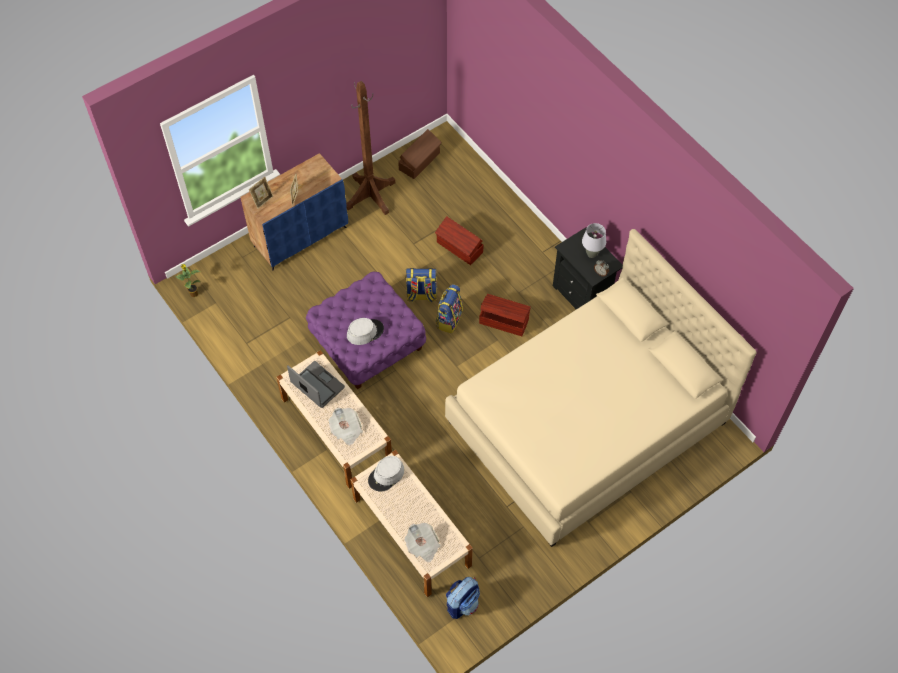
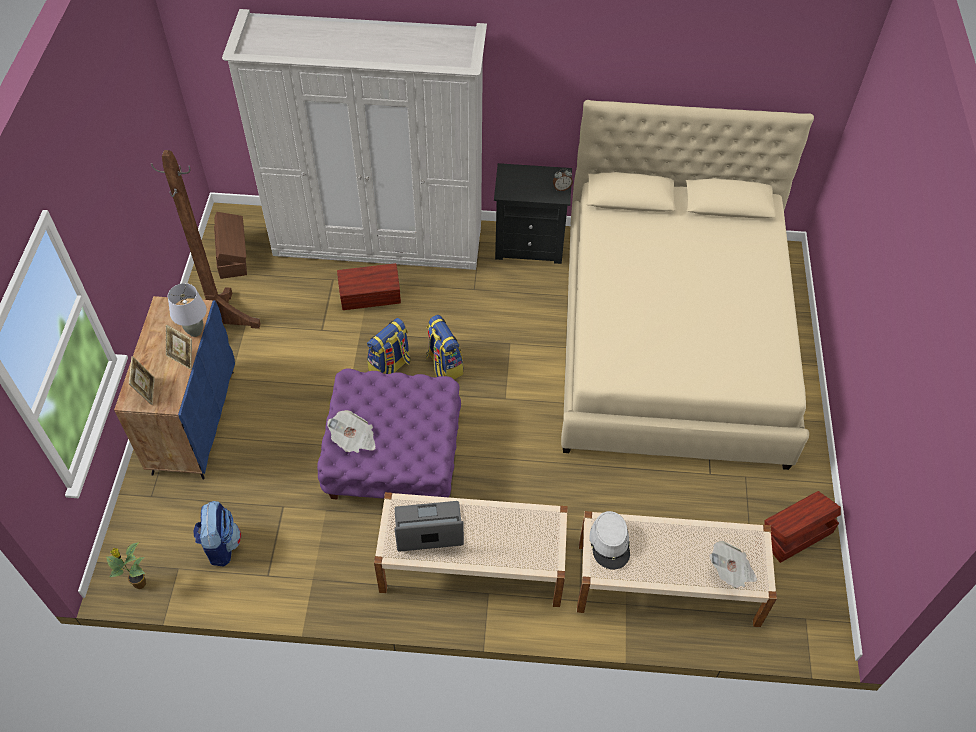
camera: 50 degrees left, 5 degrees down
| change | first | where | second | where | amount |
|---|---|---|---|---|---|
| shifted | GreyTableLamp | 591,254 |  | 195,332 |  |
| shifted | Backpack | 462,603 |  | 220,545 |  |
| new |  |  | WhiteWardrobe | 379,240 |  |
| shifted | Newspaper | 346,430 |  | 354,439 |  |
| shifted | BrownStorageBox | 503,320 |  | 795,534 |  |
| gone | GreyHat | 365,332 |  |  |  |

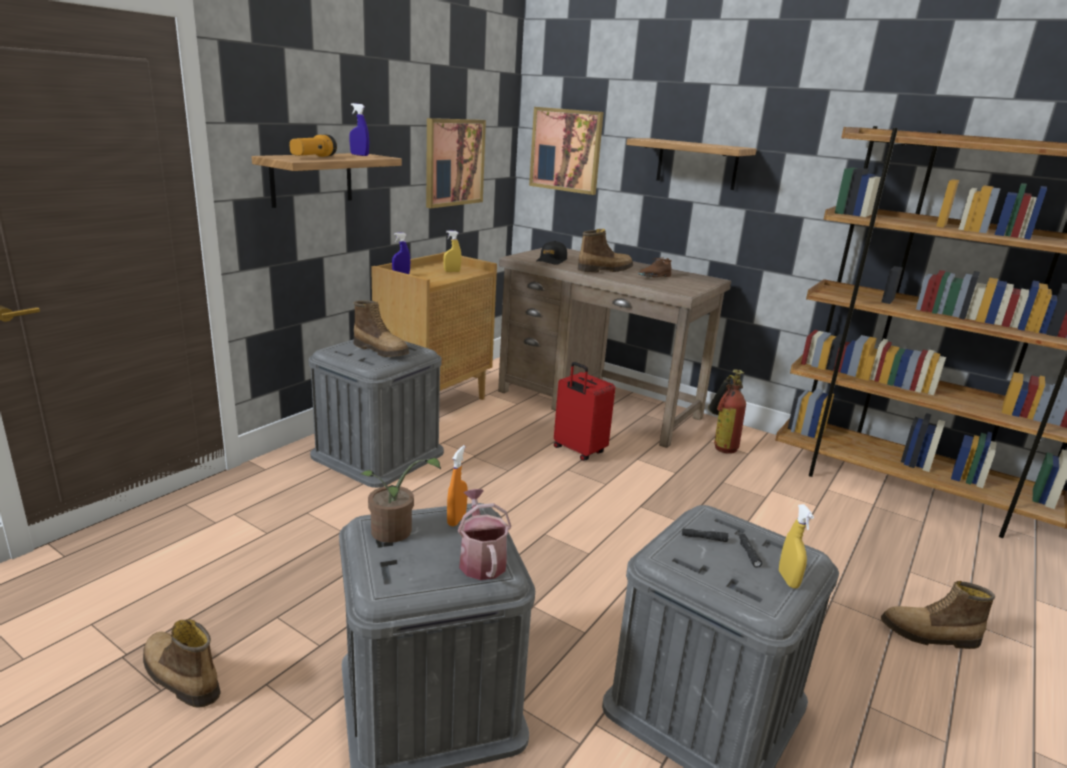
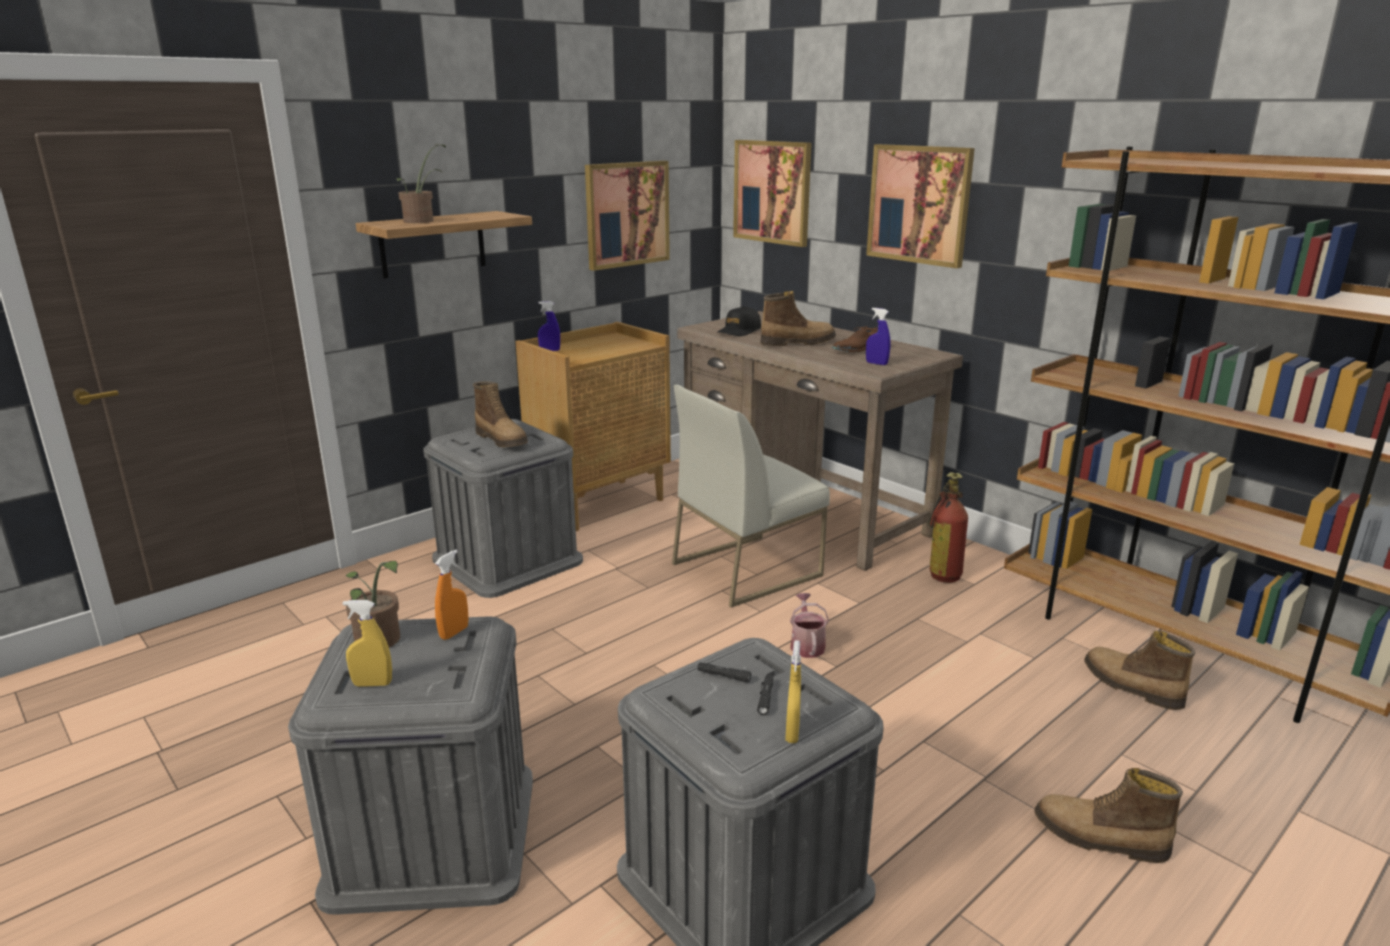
camera: 15 degrees right, 0 degrees up
| change | first | where | second | where | amount |
|---|---|---|---|---|---|
| shifted | YellowSprayBottle | 452,271 |  | 372,684 |  |
| swapped | Flashlight | 313,157 | PottedPlant | 423,221 |  |
| swapped | RedSuitcase | 578,451 | WhiteChair | 747,569 |  |
| shifted | WateringCan | 481,559 |  | 806,644 |  |
| swapped | Shelf | 697,164 | Picture | 919,204 |  |
| shifted | BlueSprayBottle | 359,155 |  | 876,363 |  |
| shifted | Boot | 179,677 |  | 1131,687 |  |

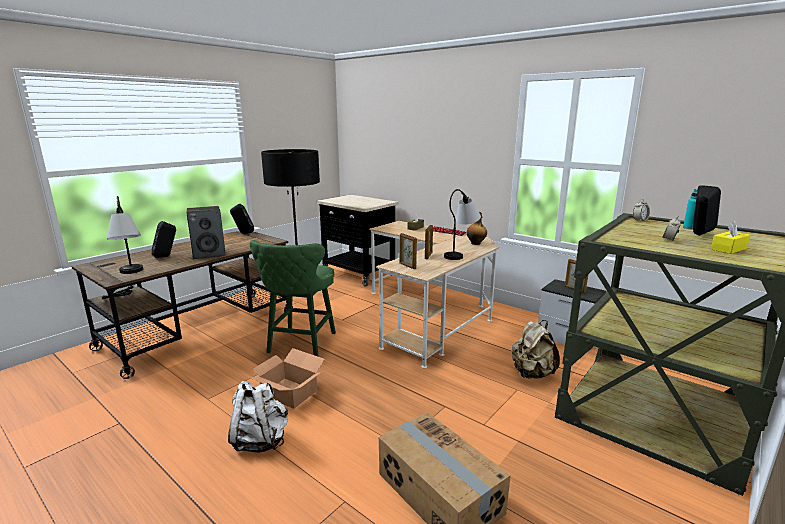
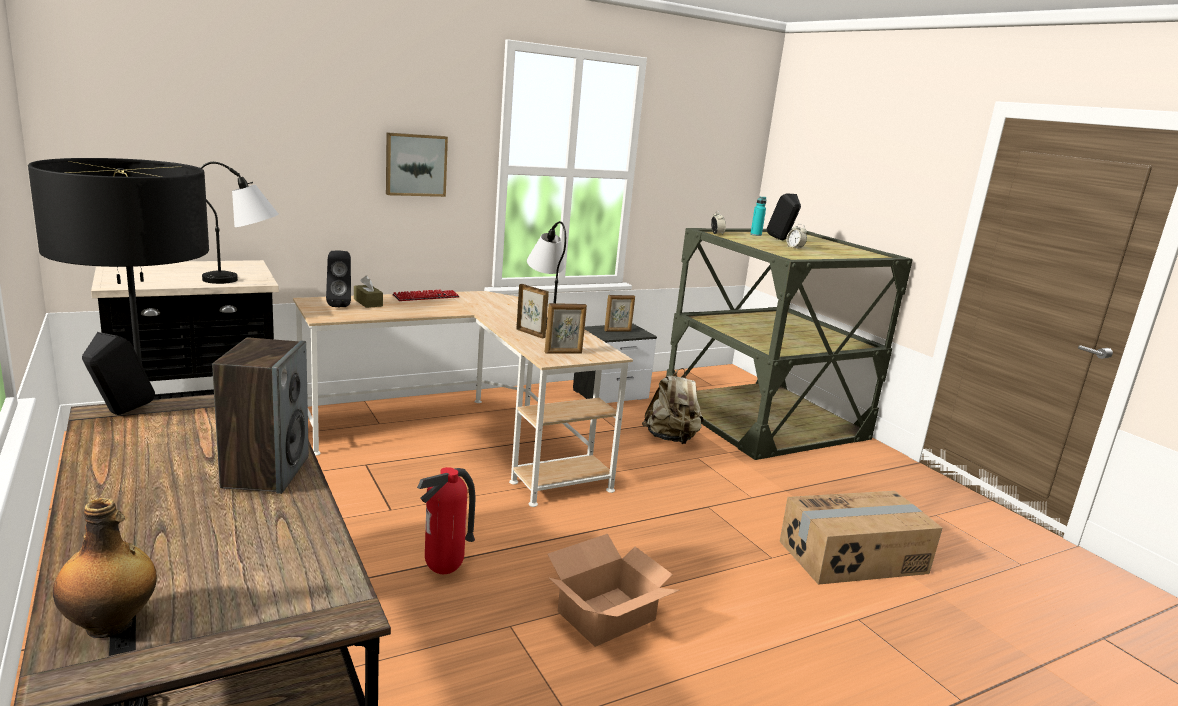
camera: 70 degrees left, 0 degrees up
| change | first | where | second | where | amount |
|---|---|---|---|---|---|
| shifted | Bottle | 476,243 |  | 111,625 |  |
| shifted | TableLamp | 131,274 |  | 243,281 |  |
| shifted | BlackSpeaker | 166,256 |  | 339,305 |  |
| new |  |  | Picture | 415,164 |  |
| swapped | GreenStool | 300,344 | FireExtinguisher | 444,571 |  |
| gone | WhiteBackpack | 260,440 |  |  |  |
| gone | YellowTissueBox | 728,249 |  |  |  |

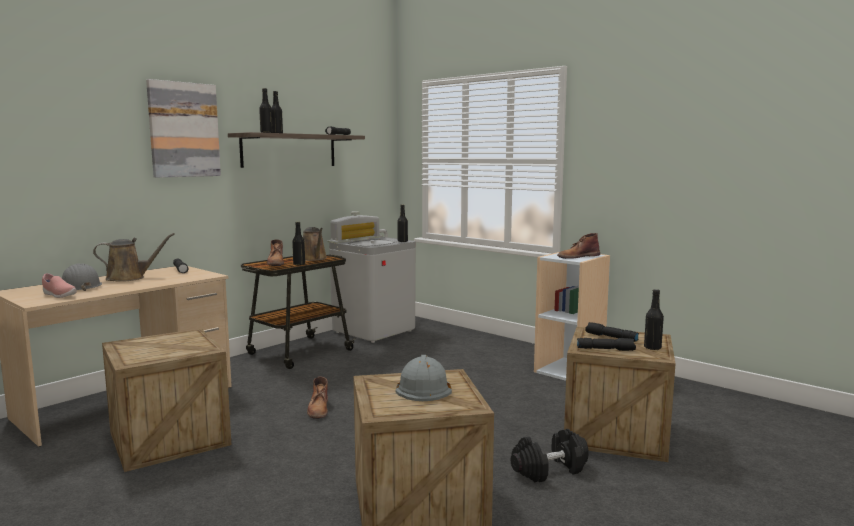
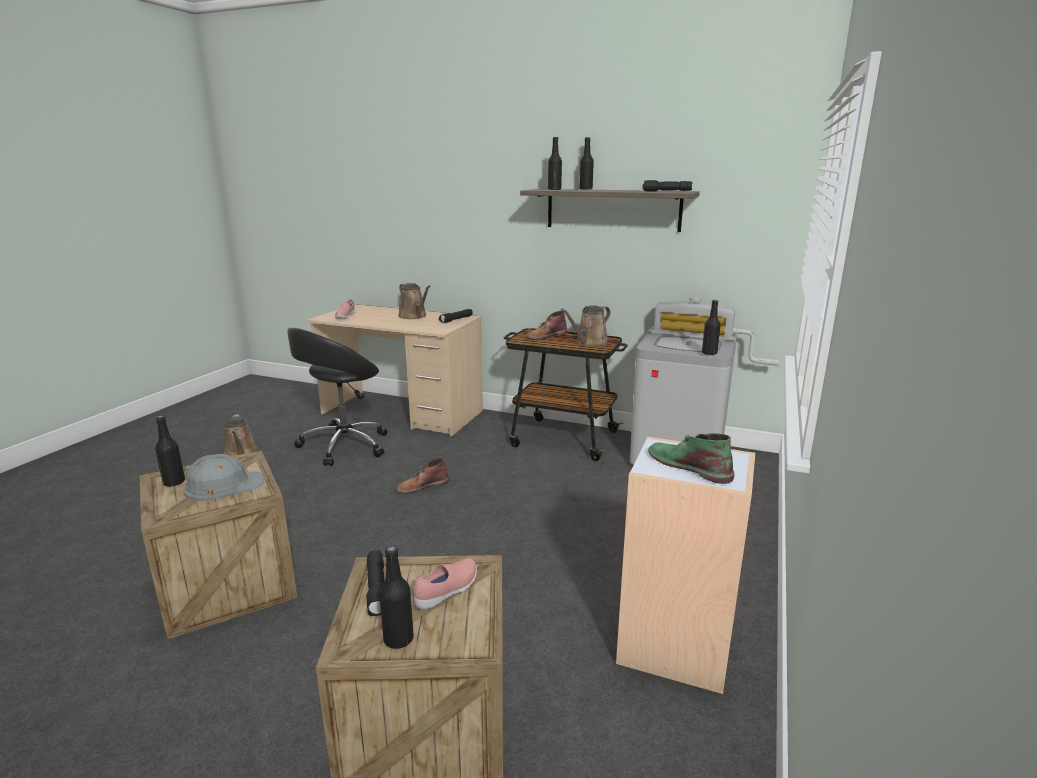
camera: 70 degrees right, 10 degrees up
| change | first | where | second | where | amount |
|---|---|---|---|---|---|
| shifted | BlackBottle | 299,264 |  | 174,482 |  |
| new |  |  | BrownWateringCan | 241,453 |  |
| swapped | Crate | 169,438 | BlackOfficeChair | 342,446 |  |
| swapped | BlackFlashlight | 610,337 | PinkShoe | 447,591 |  |
| repainted | BrownBoot | 578,256 | GreenBoot | 688,466 |  |
| gone | GreyHardHat | 80,286 |  |  |  |
| gone | Picture | 184,130 |  |  |  |
| gone | BlackDumbbell | 549,470 |  |  |  |

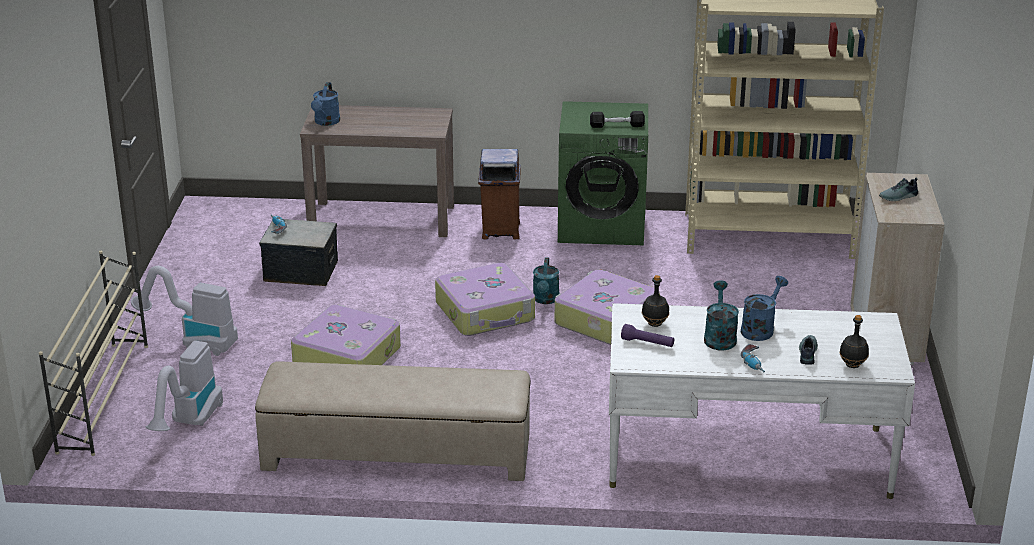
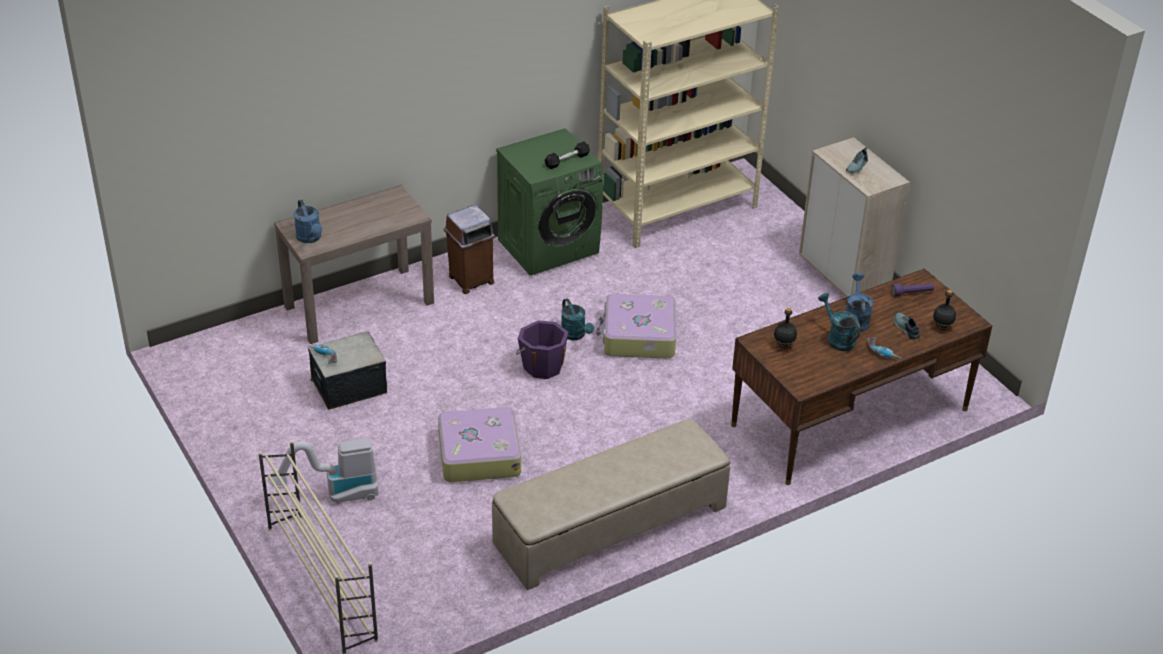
camera: 35 degrees left, 10 degrees up
| change | first | where | second | where | amount |
|---|---|---|---|---|---|
| swapped | Suitcase | 486,312 | PurpleBucket | 542,366 |  |
| repainted | WhiteDesk | 747,457 | BrownDesk | 850,417 |  |
| shifted | PurpleFlashlight | 647,343 |  | 912,293 |  |
| gone | VacuumCleaner | 189,424 |  |  |  |

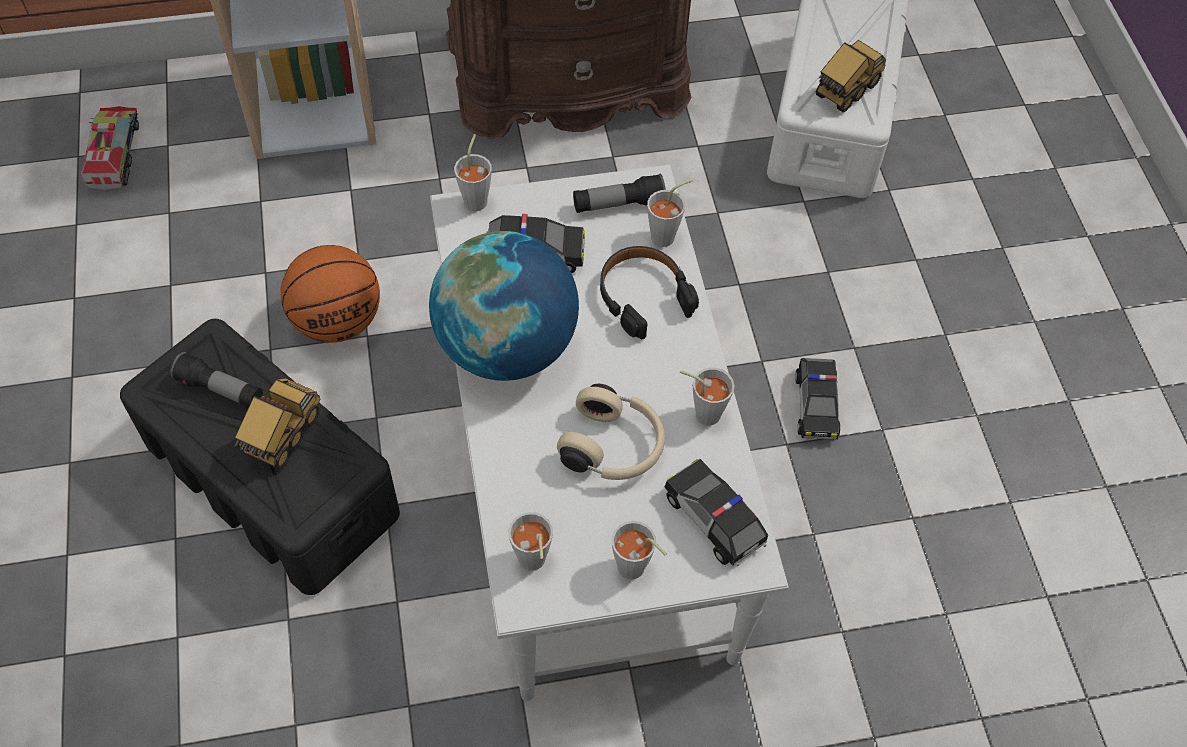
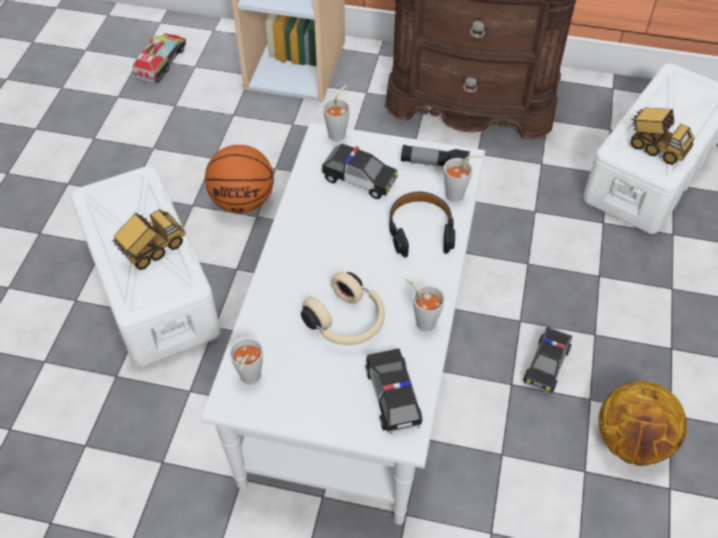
camera: 25 degrees right, 5 degrees down
| change | first | where | second | where | amount |
|---|---|---|---|---|---|
| repainted | BlackStorageBox | 271,478 | WhiteStorageBox | 151,284 |  |
| new |  |  | Basketball | 632,442 |  |
| rotated | ToyTruck | 845,91 |  | 655,148 | 60 degrees clockwise |
| gone | Flashlight | 220,390 |  |  |  |
| gone | Globe | 506,347 |  |  |  |
| gone | GreyCup | 635,571 |  |  |  |

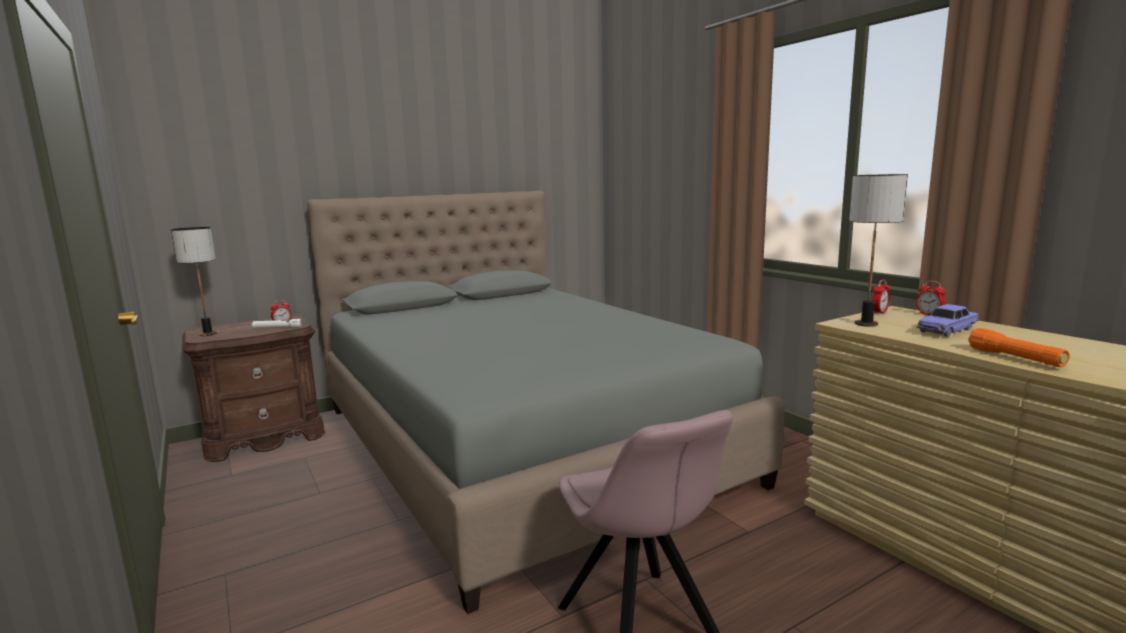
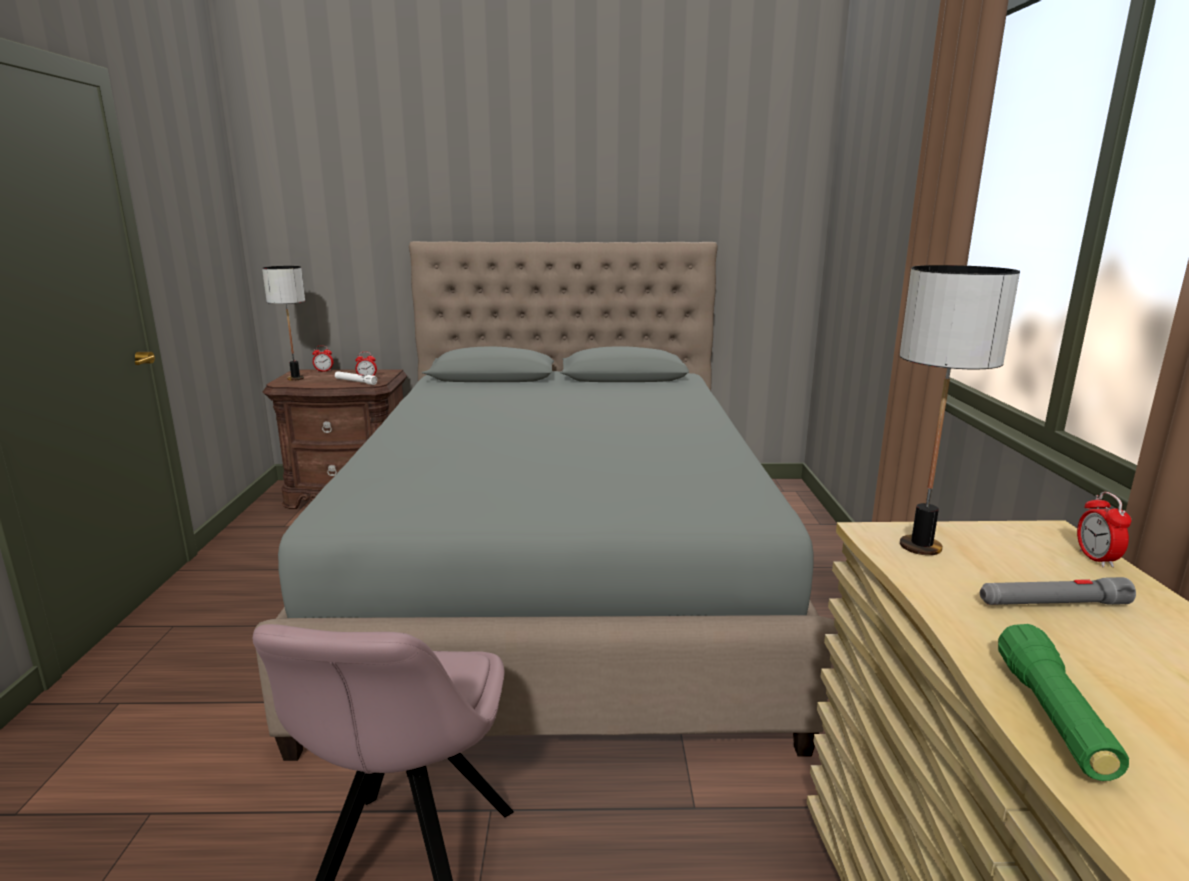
camera: 30 degrees right, 5 degrees up
| change | first | where | second | where | amount |
|---|---|---|---|---|---|
| shifted | AlarmClock | 879,313 |  | 324,371 |  |
| swapped | ToyCar | 947,330 | GreyFlashlight | 1052,604 |  |
| repainted | OrangeFlashlight | 1015,358 | GreenFlashlight | 1053,717 |  |

